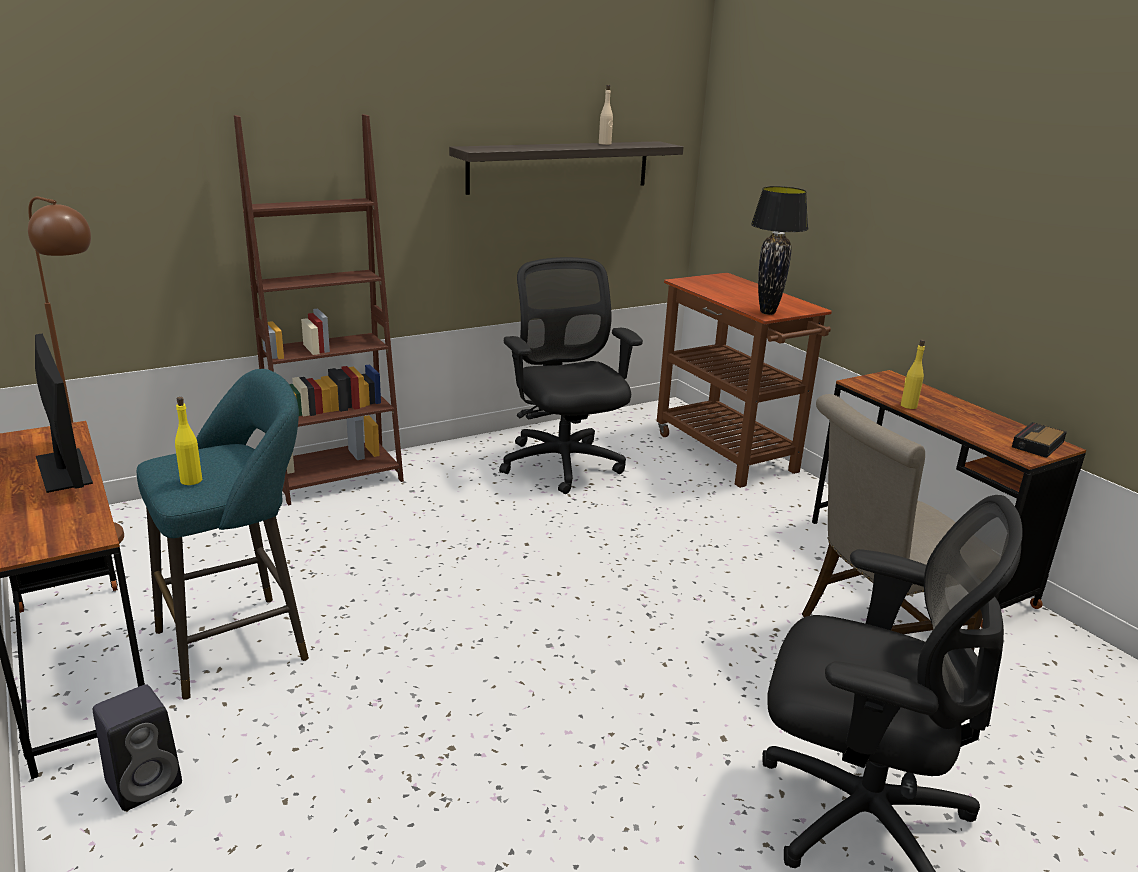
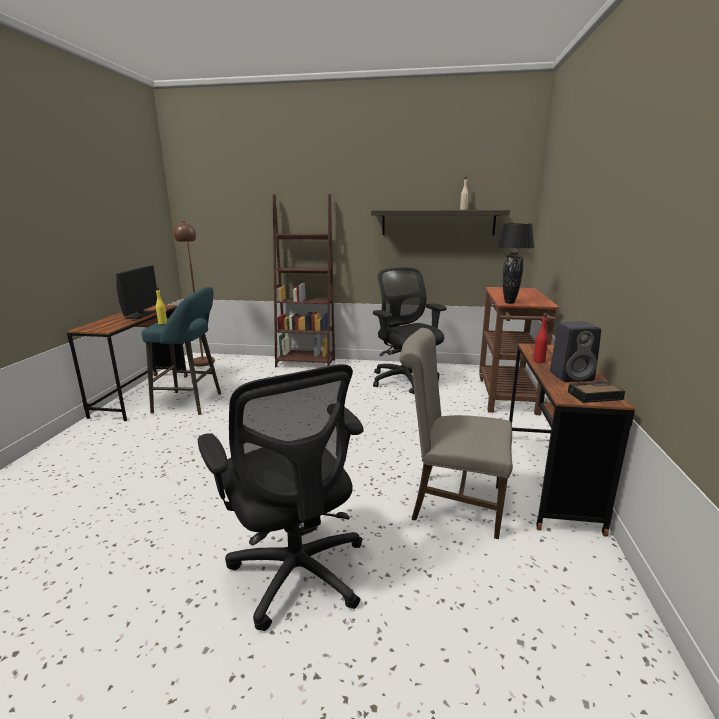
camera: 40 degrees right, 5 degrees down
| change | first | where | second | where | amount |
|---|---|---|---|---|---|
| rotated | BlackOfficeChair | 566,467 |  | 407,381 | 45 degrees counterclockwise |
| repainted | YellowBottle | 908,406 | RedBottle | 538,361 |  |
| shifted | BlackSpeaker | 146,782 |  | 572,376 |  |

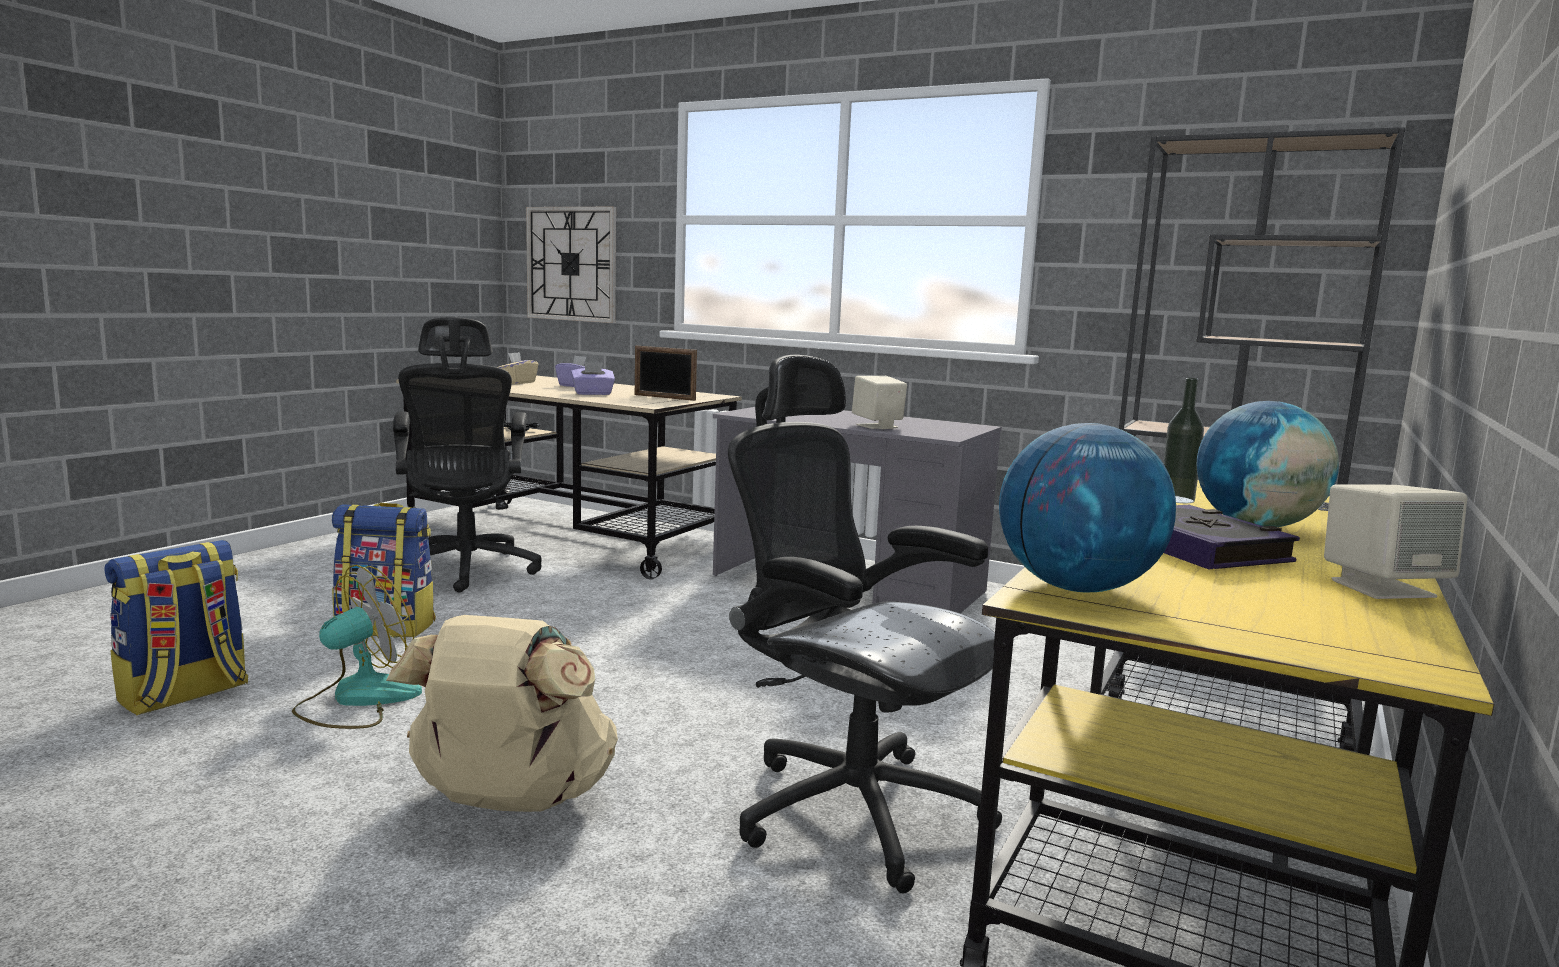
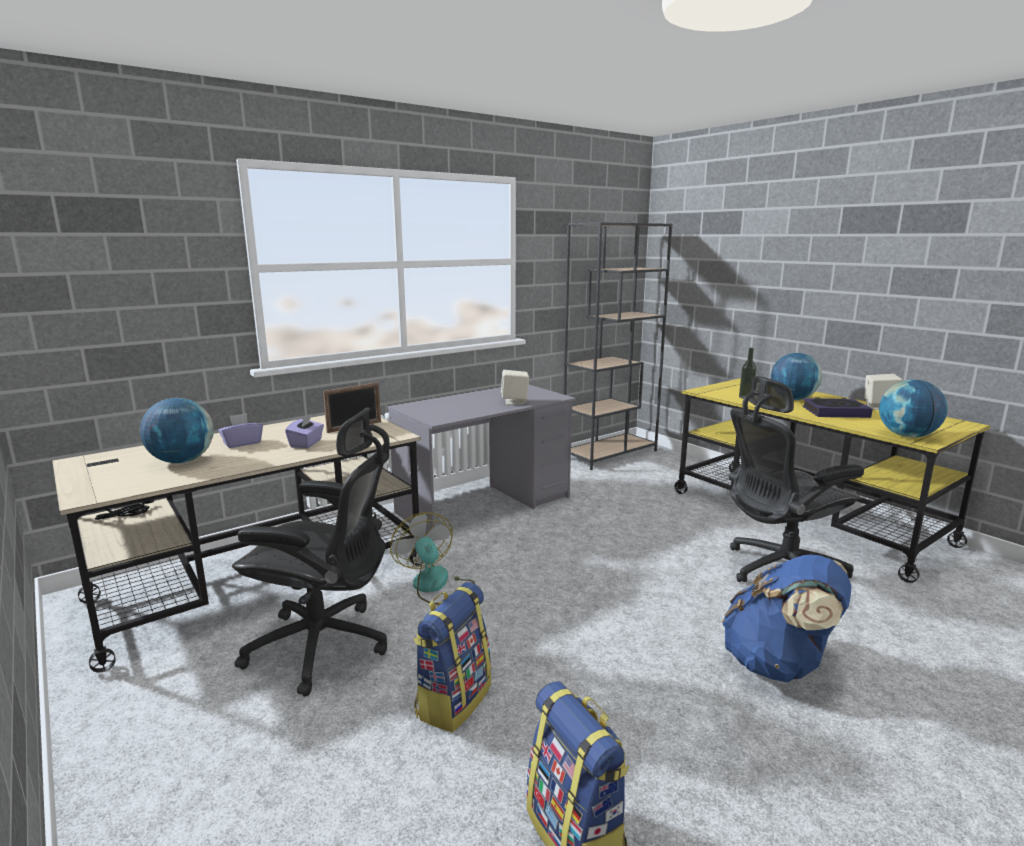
camera: 65 degrees left, 5 degrees up
| change | first | where | second | where | amount |
|---|---|---|---|---|---|
| swapped | BeigeTissueBox | 517,382 | Globe | 182,461 |  |
| shifted | Fan | 357,700 |  | 435,586 |  |
| repainted | BeigeBackpack | 510,801 | BlueBackpack | 779,664 |  |
| gone | WallClock | 571,264 |  |  |  |

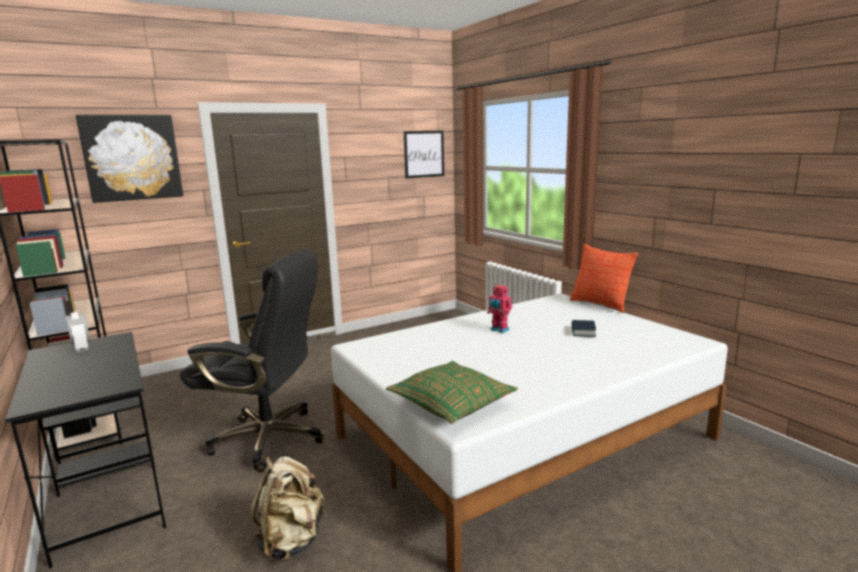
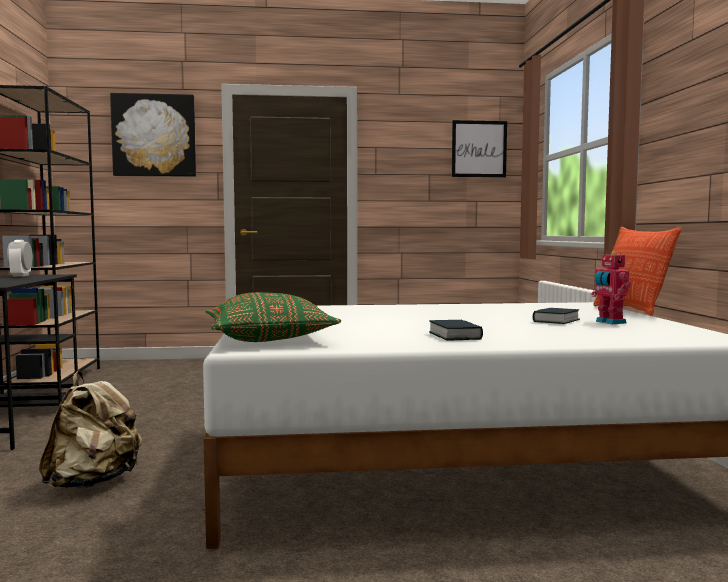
camera: 25 degrees right, 10 degrees down
| change | first | where | second | where | amount |
|---|---|---|---|---|---|
| new |  |  | Book | 455,336 |  |
| shifted | ToyRobot | 499,330 |  | 609,322 |  |
| gone | BlackOfficeChair | 266,439 |  |  |  |

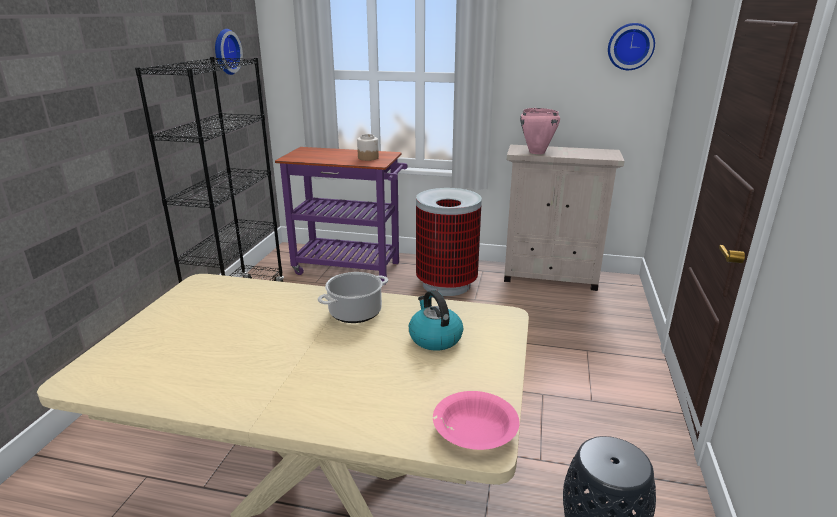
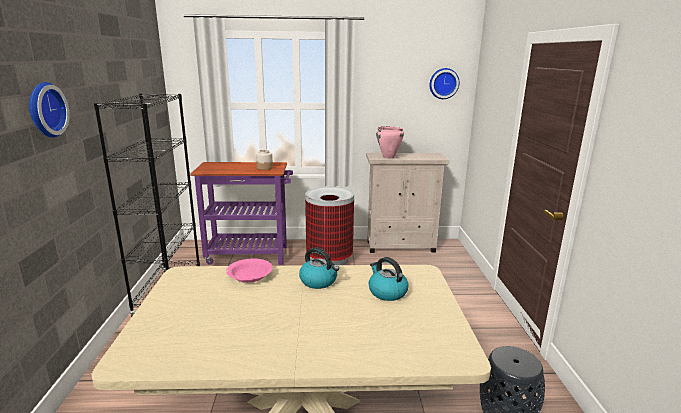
camera: 15 degrees left, 5 degrees down
| change | first | where | second | where | amount |
|---|---|---|---|---|---|
| shifted | WallClock | 225,52 |  | 44,110 |  |
| shifted | PinkBowl | 474,430 |  | 250,276 |  |
| swapped | CookingPot | 355,312 | Kettle | 319,281 |  |

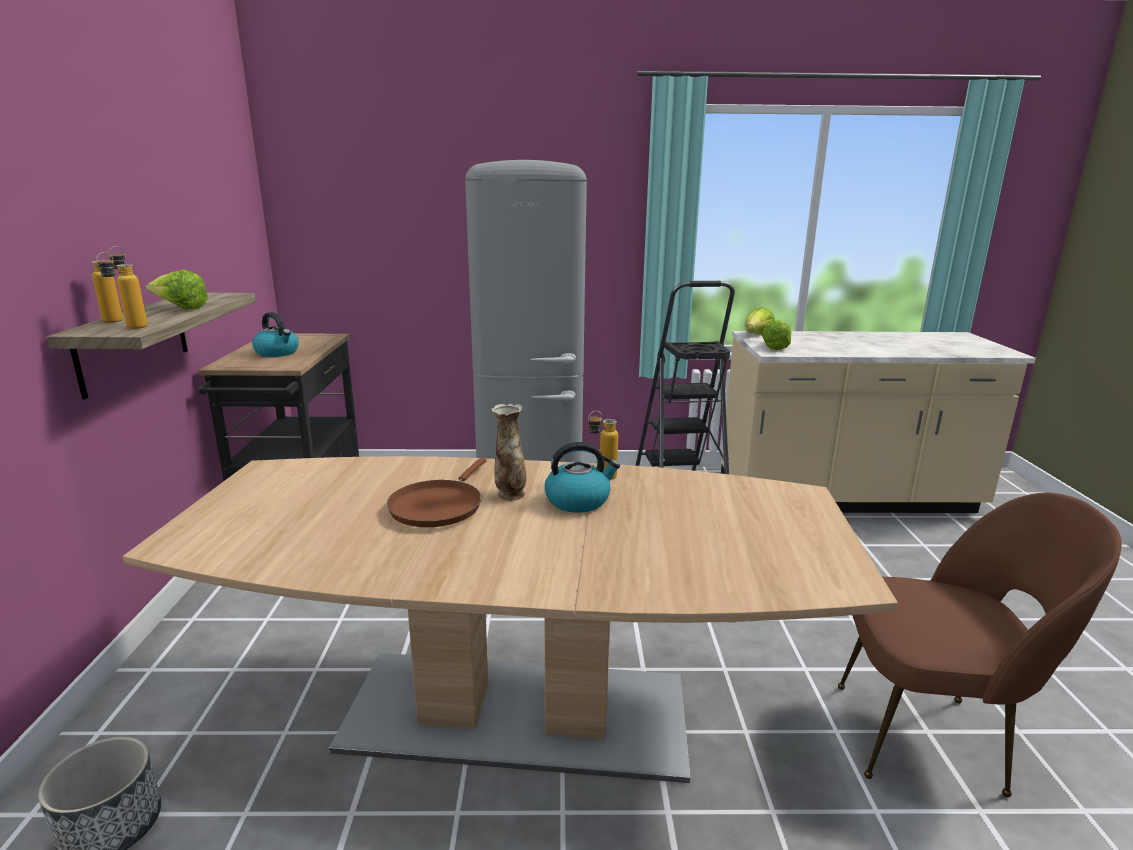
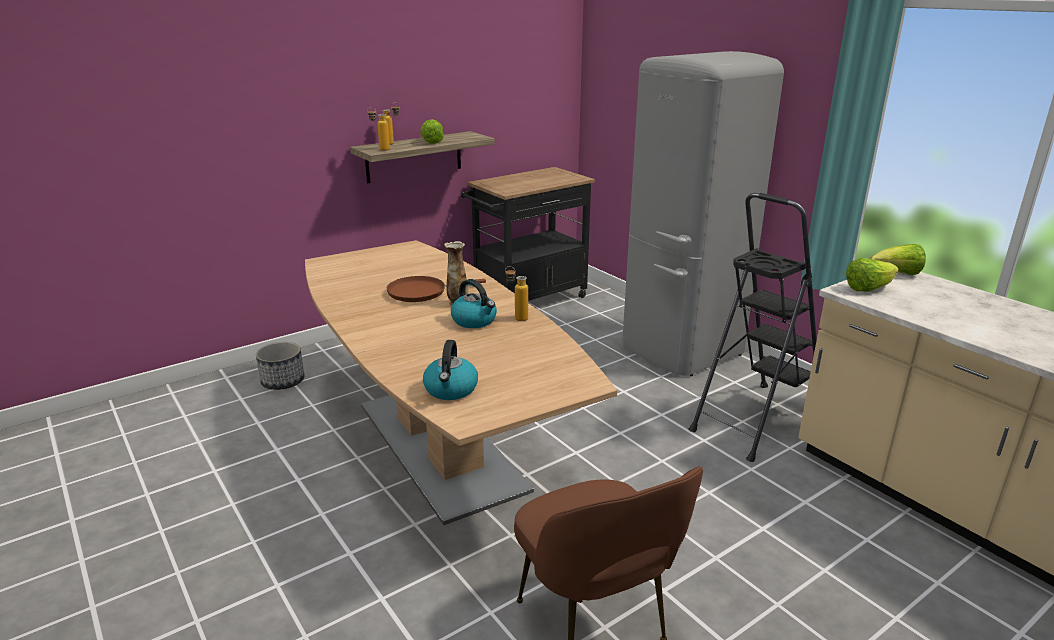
camera: 55 degrees right, 5 degrees up
| change | first | where | second | where | amount |
|---|---|---|---|---|---|
| shifted | Kettle | 278,353 |  | 451,390 |  |

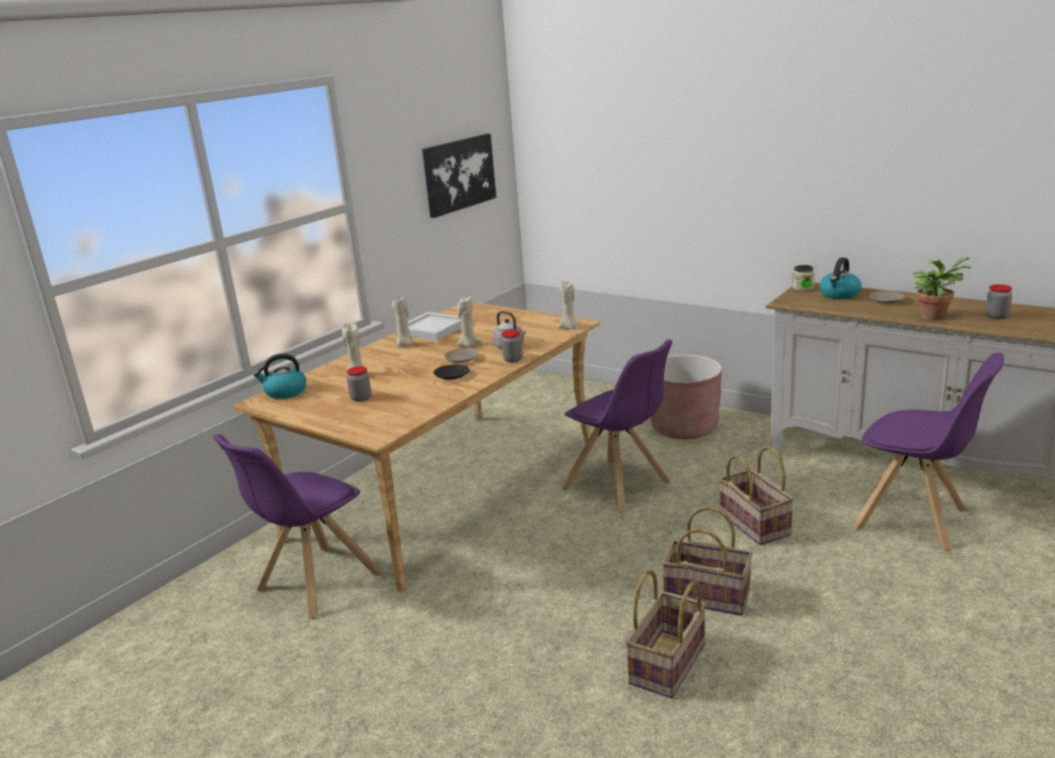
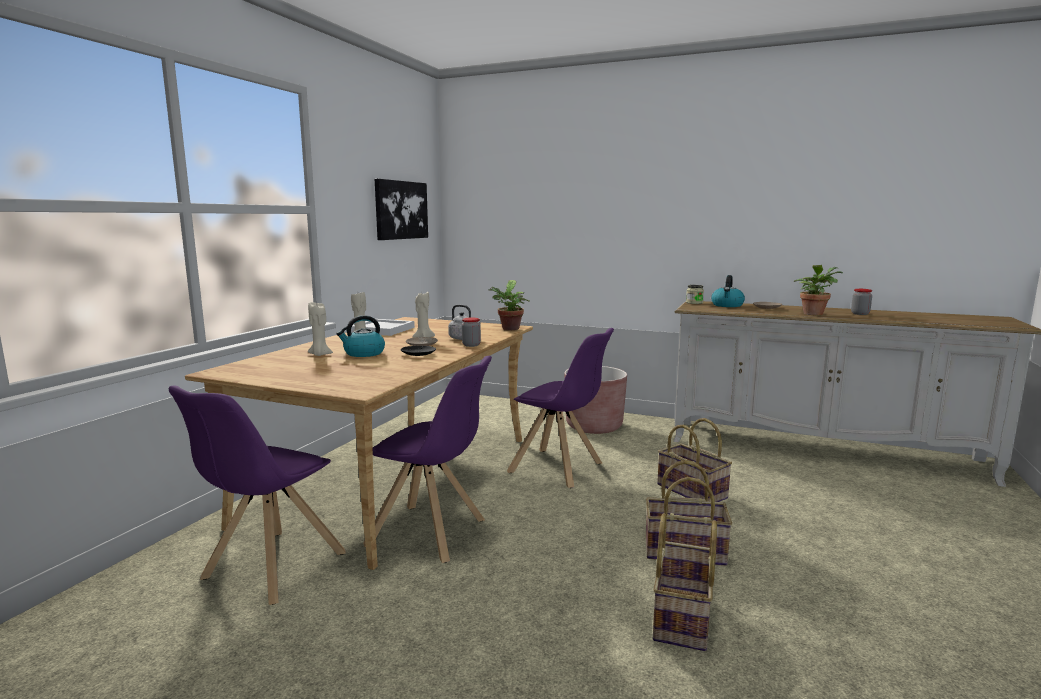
camera: 15 degrees left, 10 degrees down
| change | first | where | second | where | amount |
|---|---|---|---|---|---|
| shifted | Kettle | 285,392 |  | 363,353 |  |
| shifted | PurpleChair | 916,520 |  | 432,533 |  |
| swapped | BeigeCandle | 569,328 | PottedPlant | 509,329 |  |
| gone | Jar | 361,398 |  |  |  |

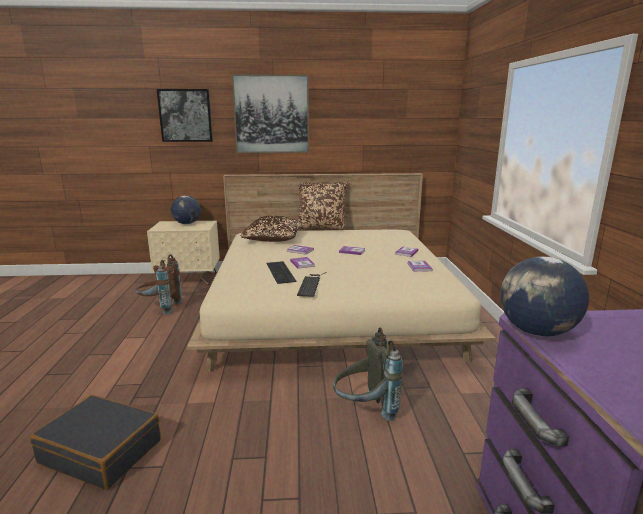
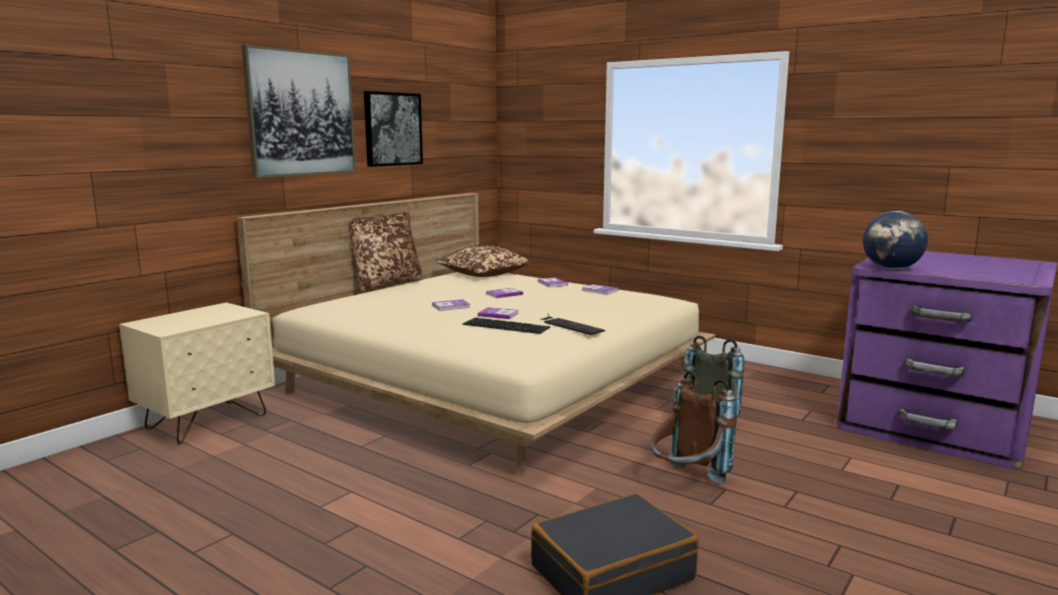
camera: 50 degrees left, 5 degrees down
| change | first | where | second | where | amount |
|---|---|---|---|---|---|
| shifted | Picture | 185,115 |  | 392,129 |  |
| shifted | BrownPillow | 273,238 |  | 484,273 |  |
| shifted | BrownBackpack | 160,307 |  | 686,482 |  |
| gone | Globe | 187,223 |  |  |  |

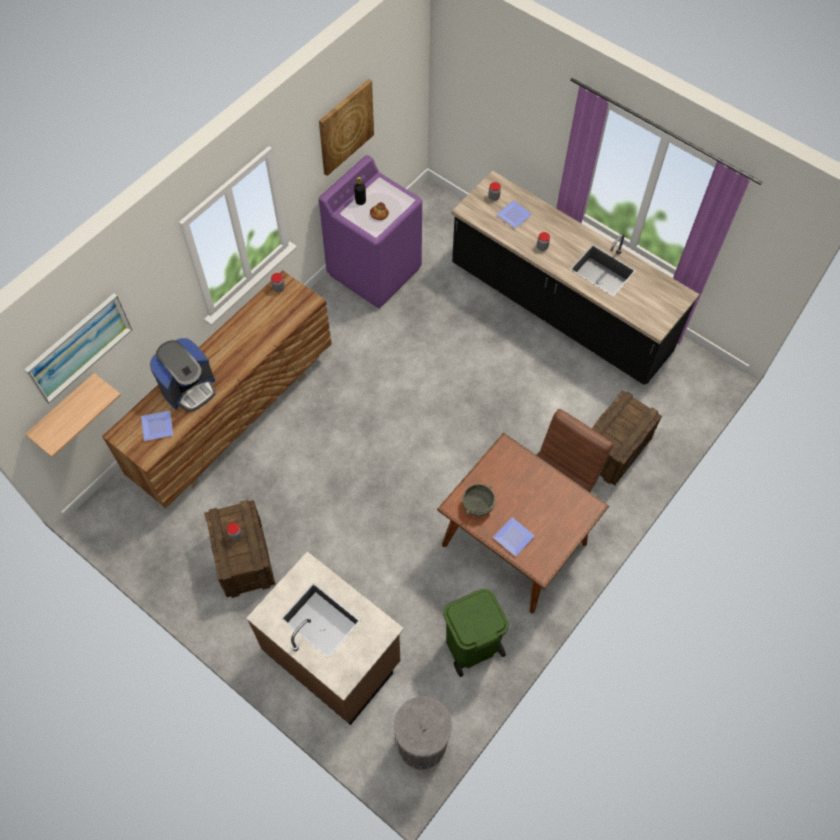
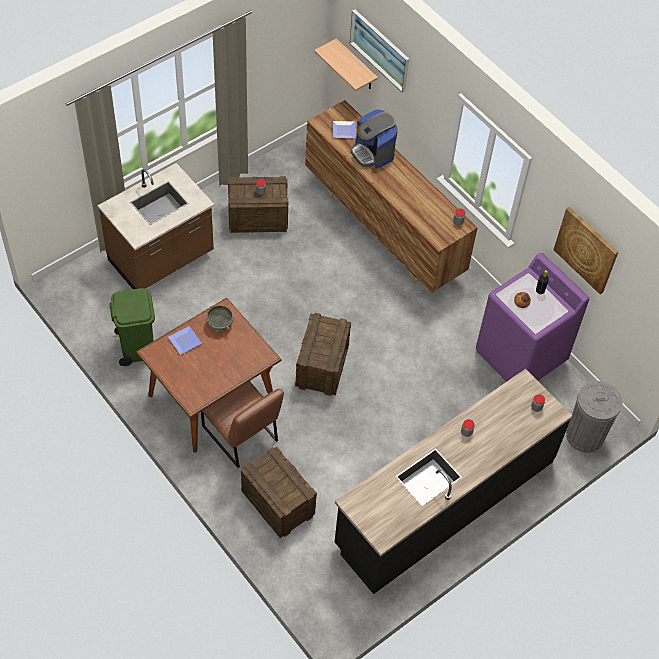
camera: 100 degrees right, 5 degrees down
| change | first | where | second | where | amount |
|---|---|---|---|---|---|
| new |  |  | Crate | 322,366 |  |
| shifted | GreyTrashCan | 422,744 |  | 585,435 |  |
| gone | Plate | 514,216 |  |  |  |

